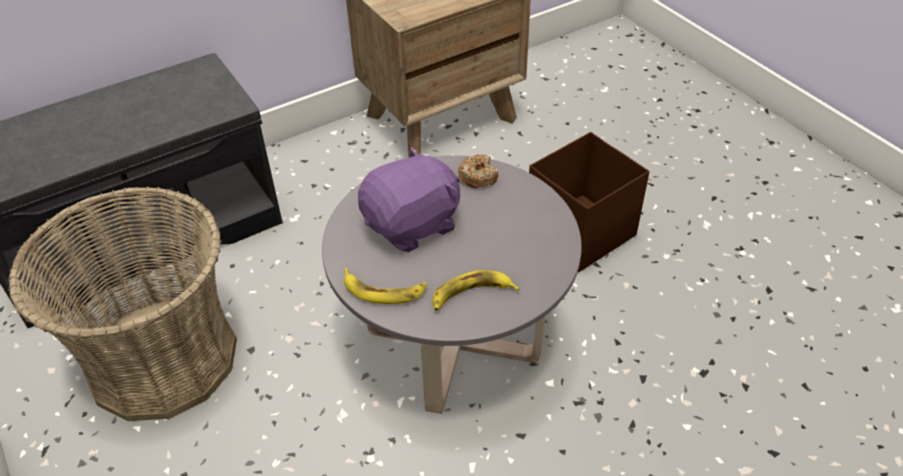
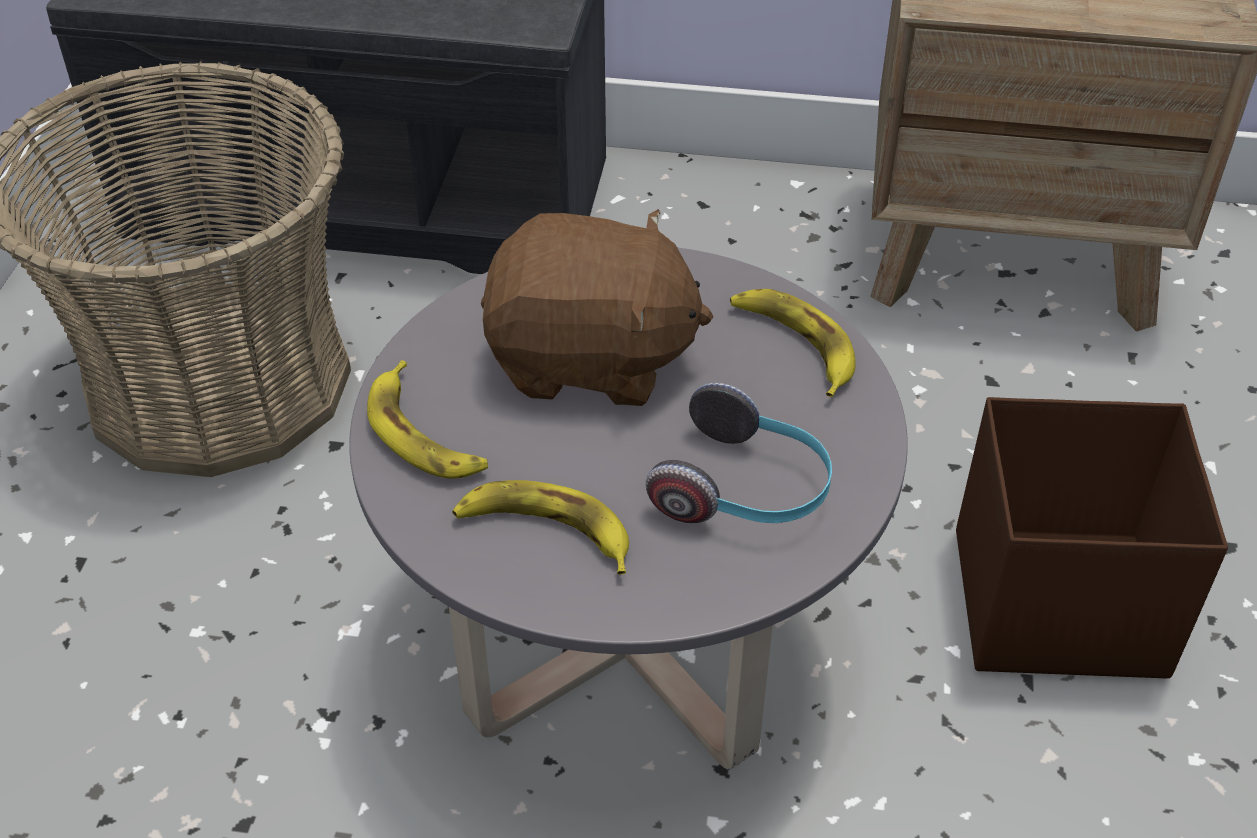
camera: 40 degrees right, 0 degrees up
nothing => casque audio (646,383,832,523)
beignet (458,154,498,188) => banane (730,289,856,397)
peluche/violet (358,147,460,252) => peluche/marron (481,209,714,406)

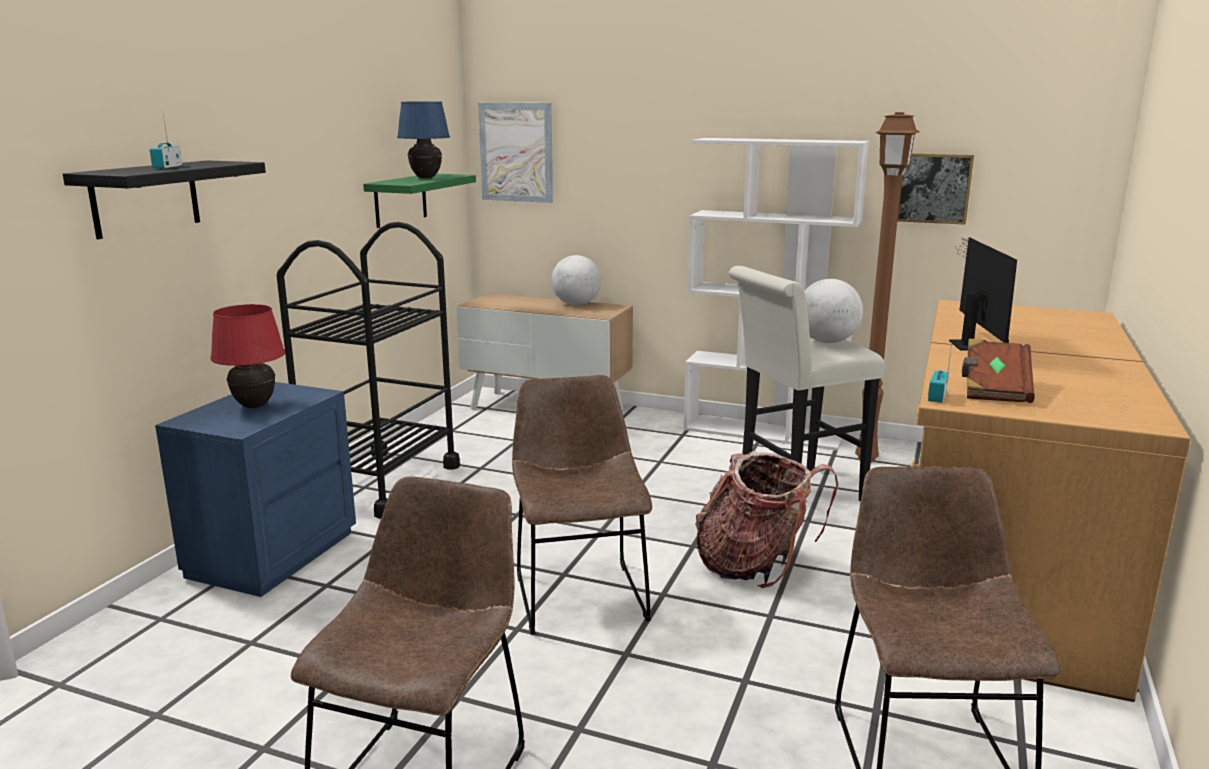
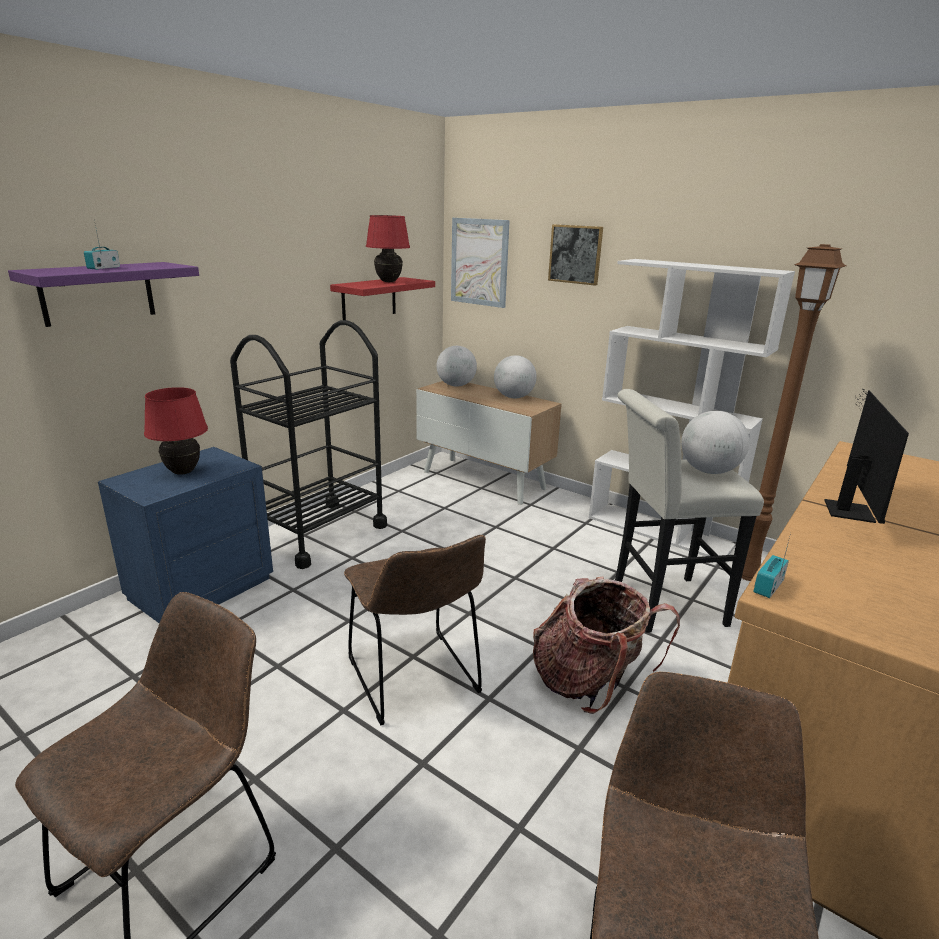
camera: 15 degrees right, 5 degrees up
livre/marron (962,338,1035,403) => nothing
nothing => globe (436,346,477,387)
tableau (897,154,974,225) => tableau (548,224,603,286), relocated
étagère/noir (63,160,266,239) => étagère/violet (8,262,199,327)
étagère/vert (363,174,476,228) => étagère/rouge (330,277,435,320)
lampe de table/bleu (397,102,450,178) => lampe de table/rouge (366,215,410,282)
chaise/marron (512,375,652,635) => chaise/marron (344,535,486,725), 150 degrees clockwise

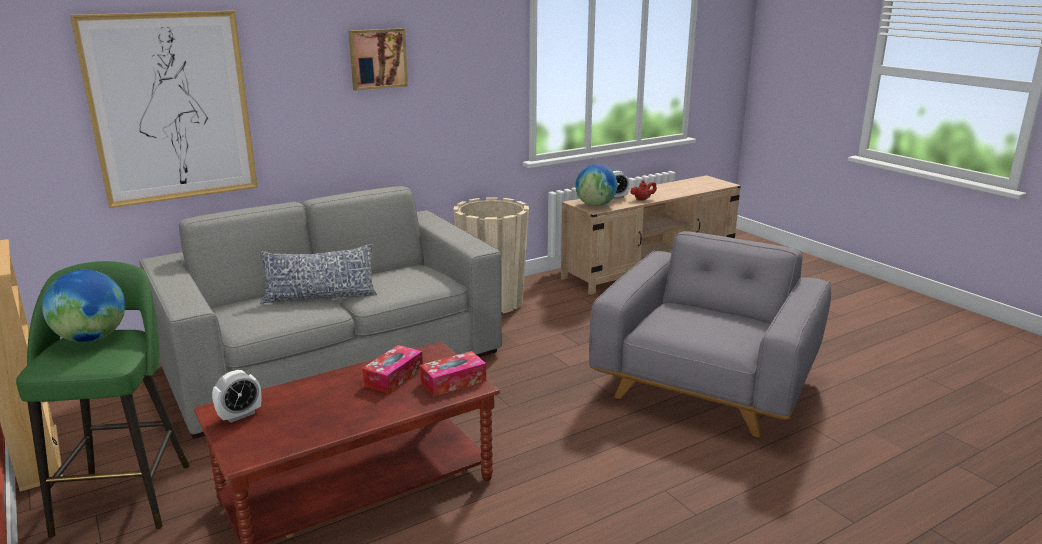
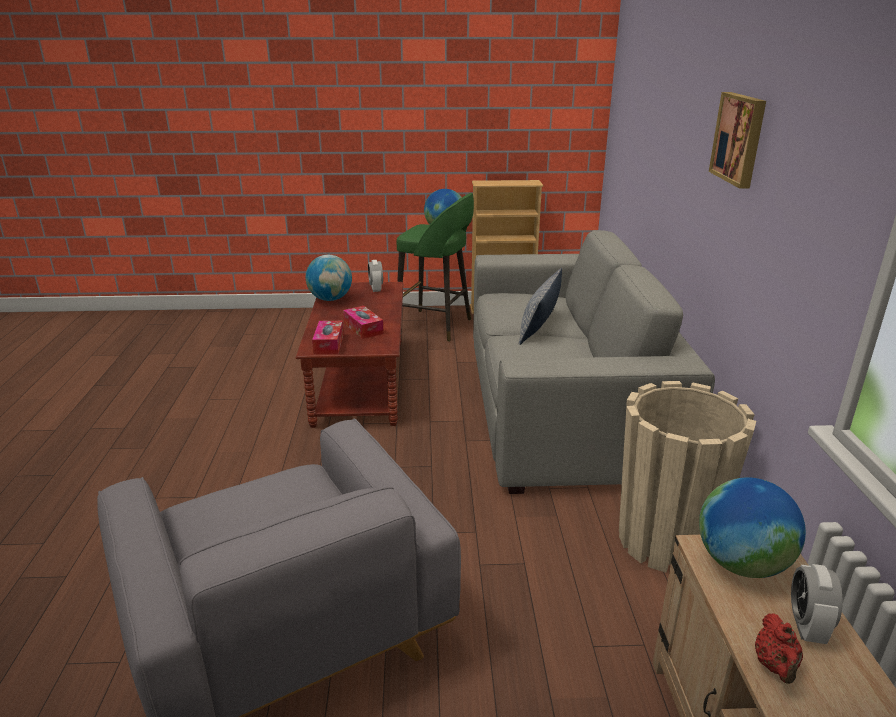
camera: 120 degrees right, 5 degrees up
tableau (70,11,258,208) => nothing
nothing => globe (306,255,352,301)

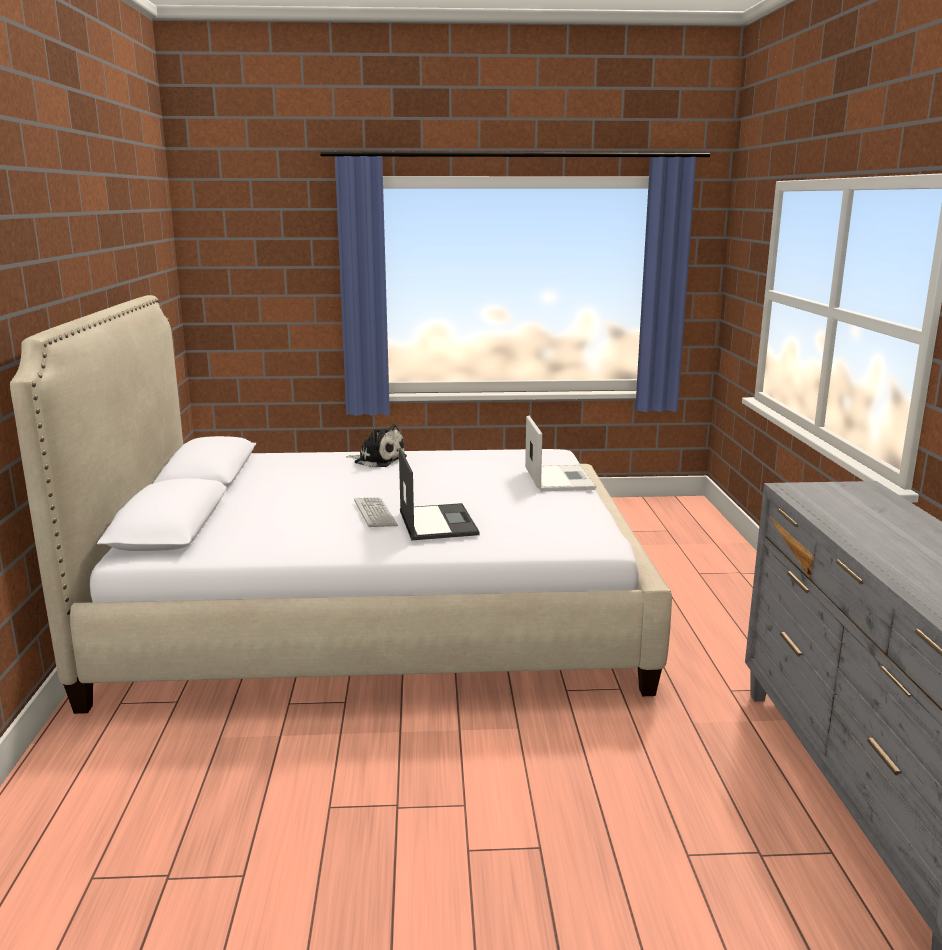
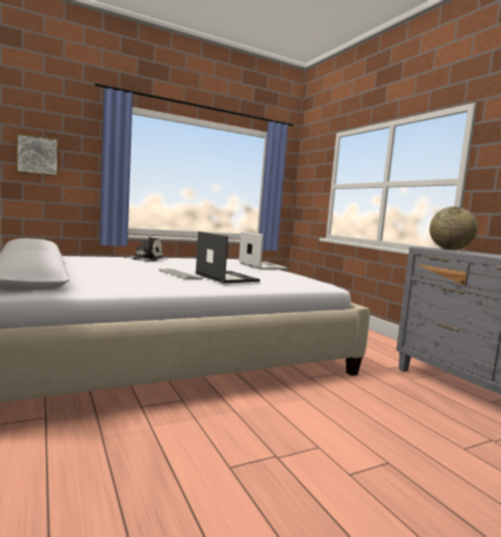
camera: 25 degrees left, 10 degrees down
nothing => tableau (16,133,59,177)
nothing => globe (430,207,478,250)

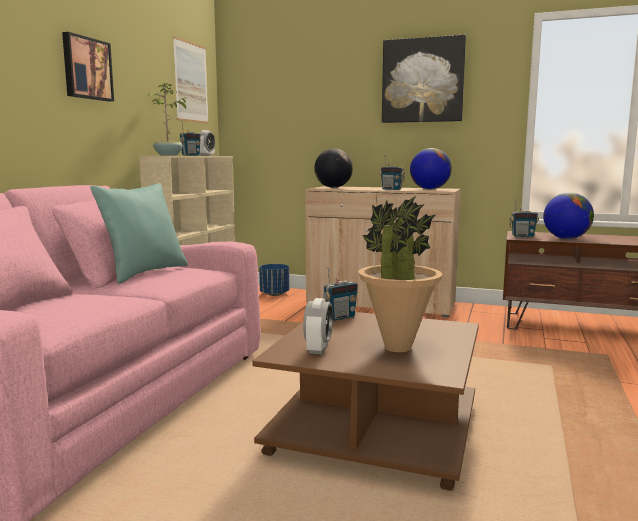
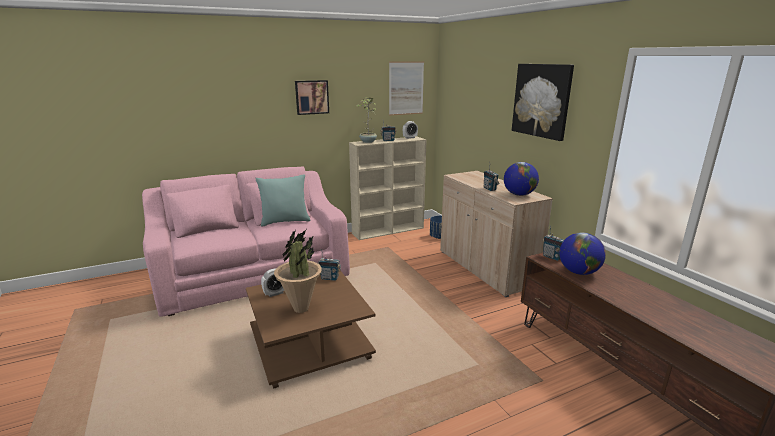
camera: 45 degrees right, 10 degrees up
globe (314,148,353,188) => nothing

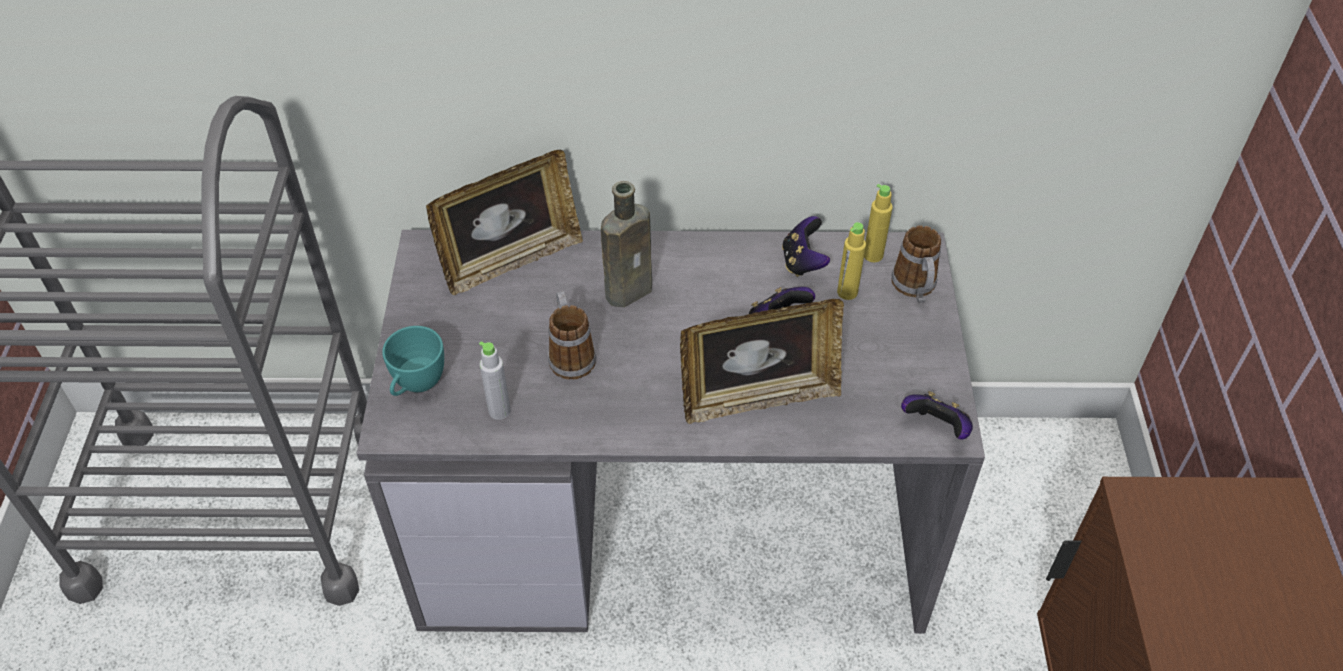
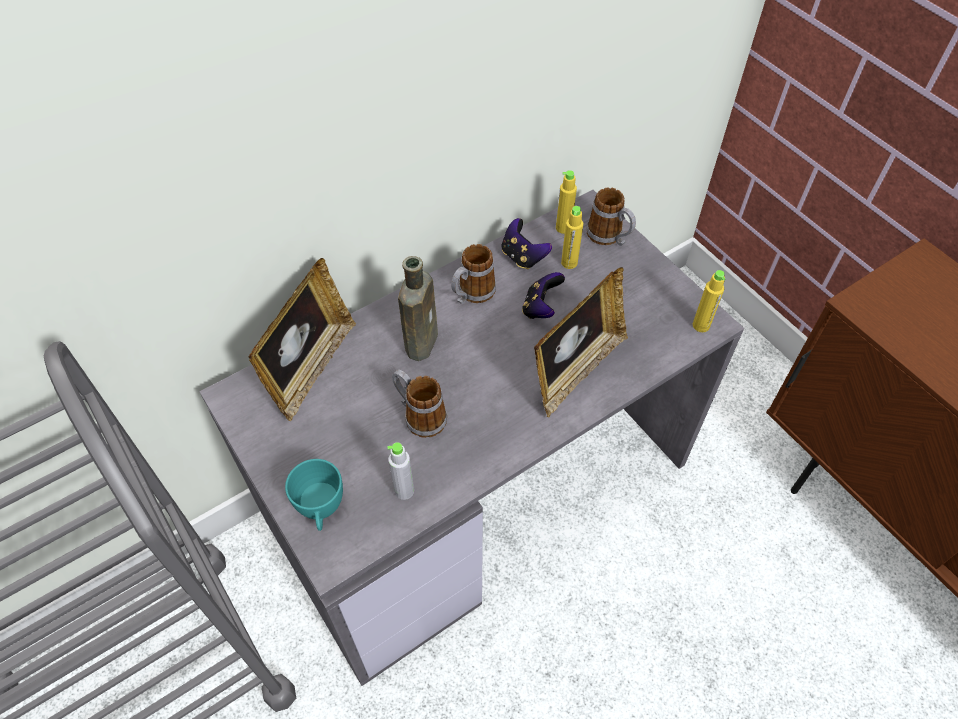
camera: 35 degrees left, 5 degrees up
nothing => mug (451,244,496,304)
manette (901,391,973,440) => bouteille/jaune (693,270,725,332)

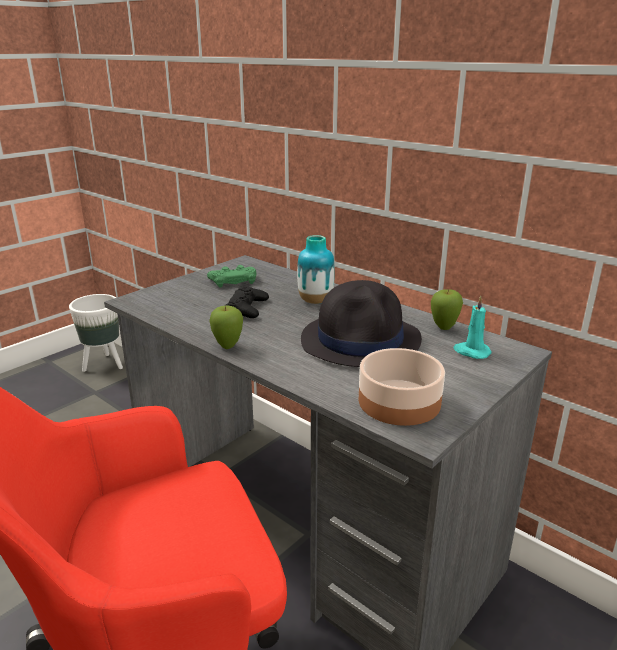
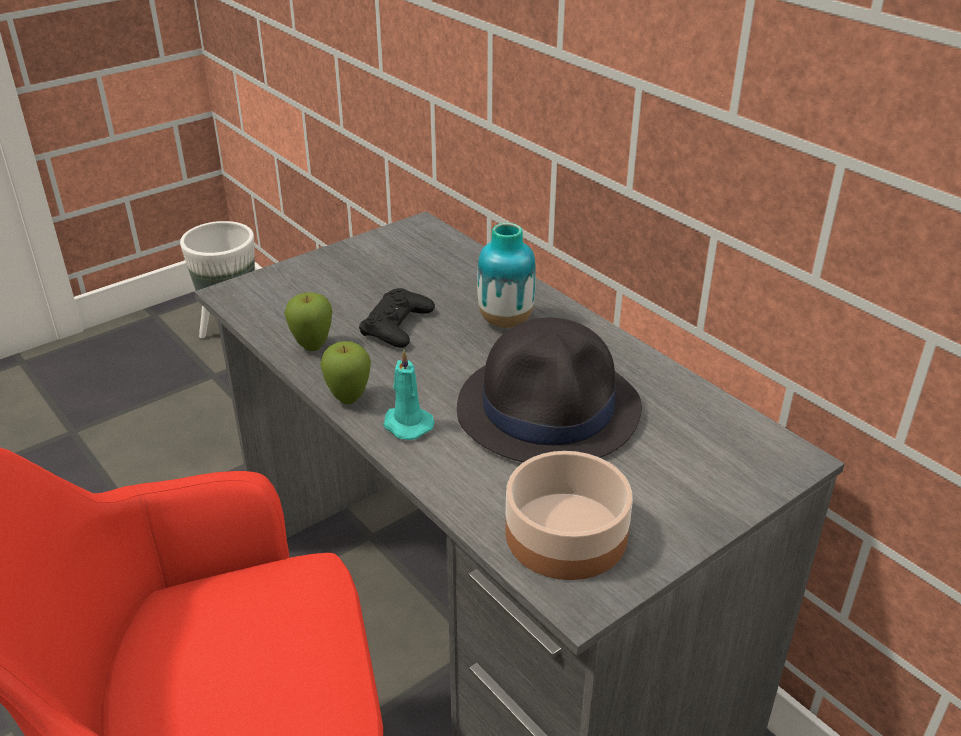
camera: 10 degrees right, 10 degrees up
manette/vert (207,265,257,288) => nothing
pomme (431,289,463,330) => pomme (284,292,332,351), relocated
bougie/turquoise (453,296,492,359) => bougie/turquoise (383,349,434,440), relocated

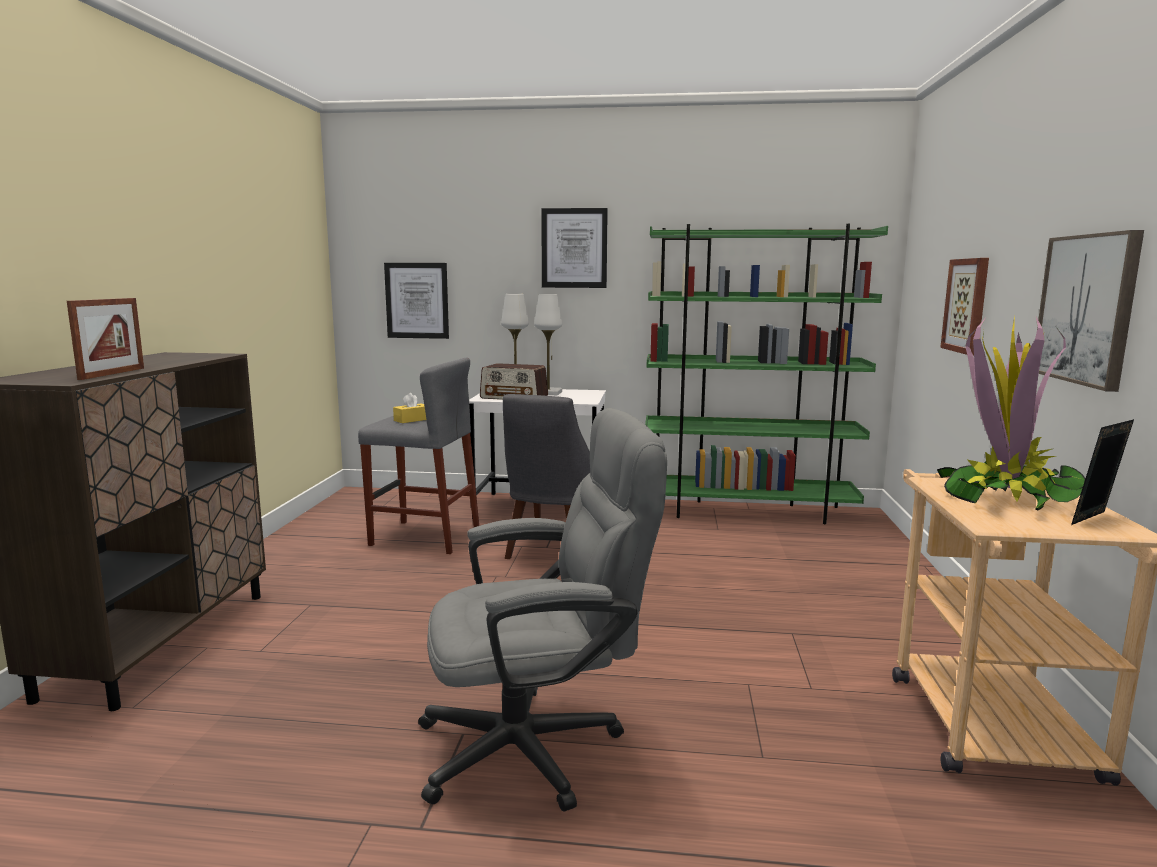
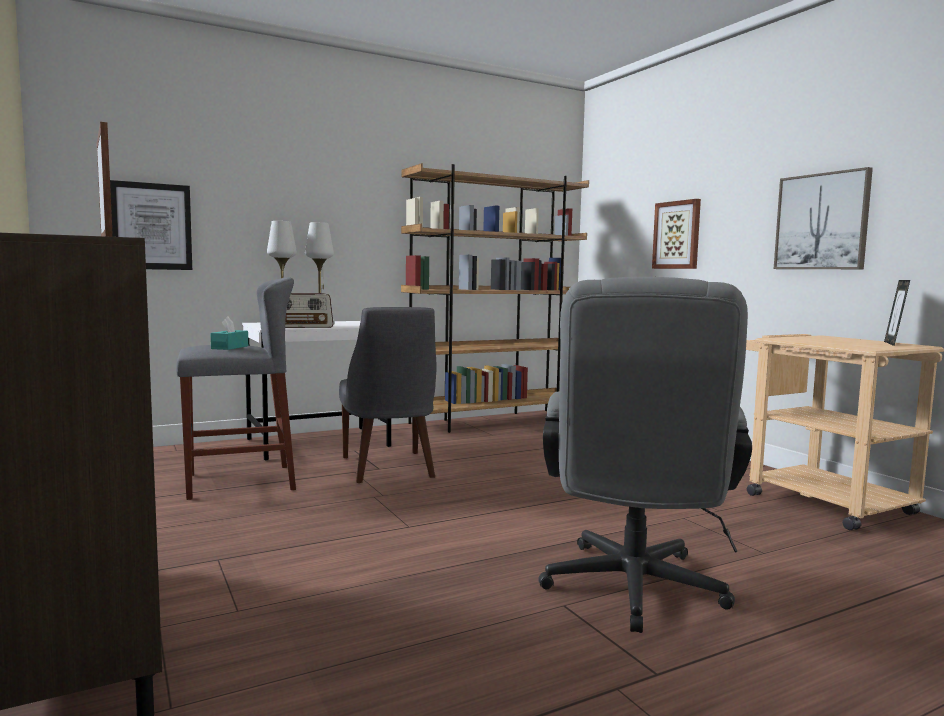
camera: 35 degrees left, 5 degrees down
tableau (541,208,608,288) => nothing
plante en pot (937,316,1085,510) => nothing
boîte à mouchoirs/jaune (393,393,427,423) => boîte à mouchoirs/turquoise (211,317,248,350)
bibliothèque/vert (645,224,888,524) => bibliothèque/marron (401,163,589,433)
chaise de bureau/gris (418,408,667,811) => chaise de bureau/gris (538,277,752,633), 150 degrees clockwise

